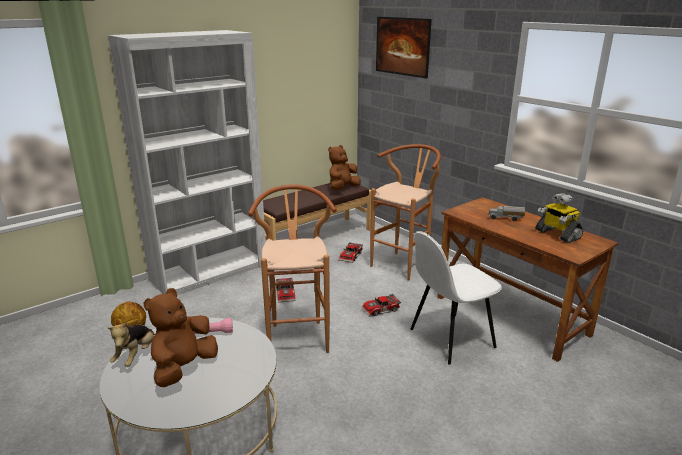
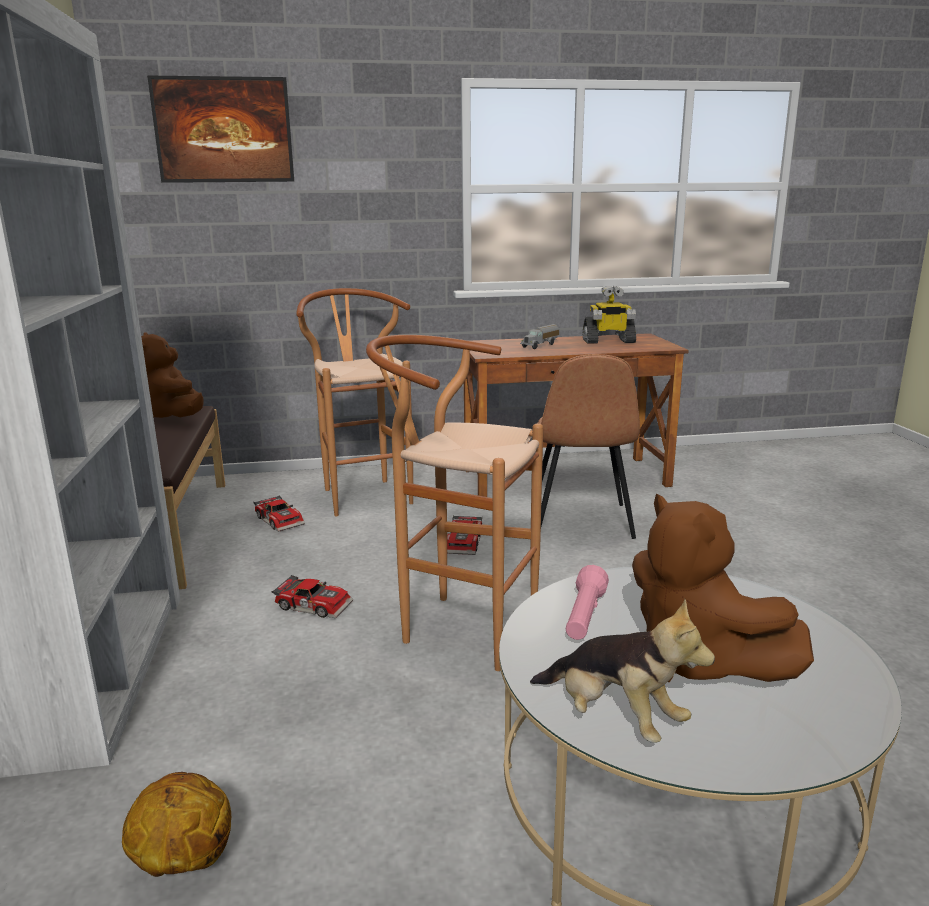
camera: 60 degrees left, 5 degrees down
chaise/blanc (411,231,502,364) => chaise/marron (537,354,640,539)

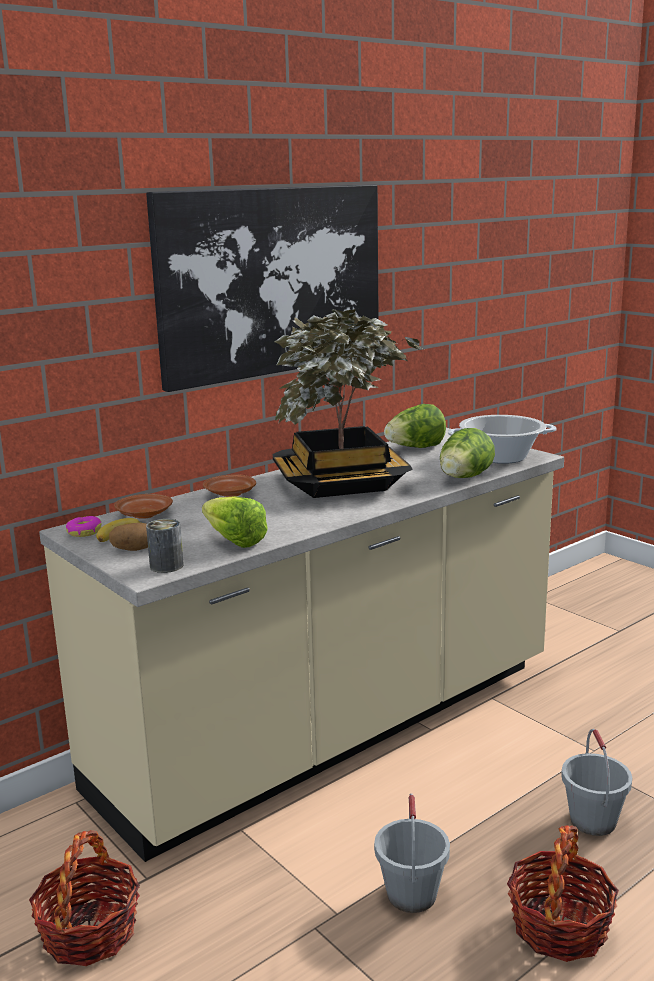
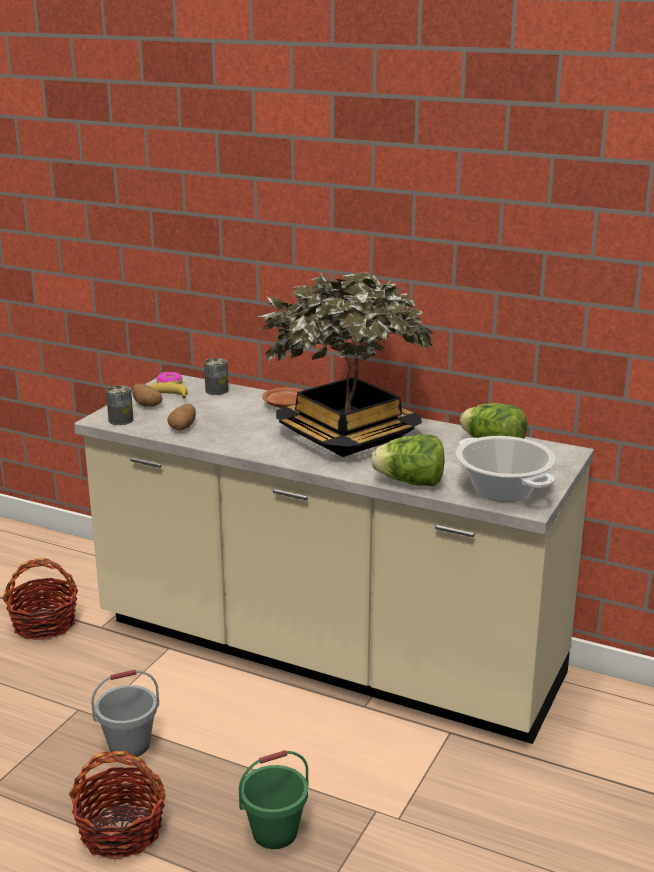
camera: 65 degrees right, 5 degrees up
tableau (146,185,379,392) => nothing
assiette/marron (114,494,173,519) => boîte métallique (204,358,229,395)
laitue (202,496,268,548) => pomme de terre (167,404,196,431)
seau/gris (561,729,632,836) => seau/vert (239,750,308,849)

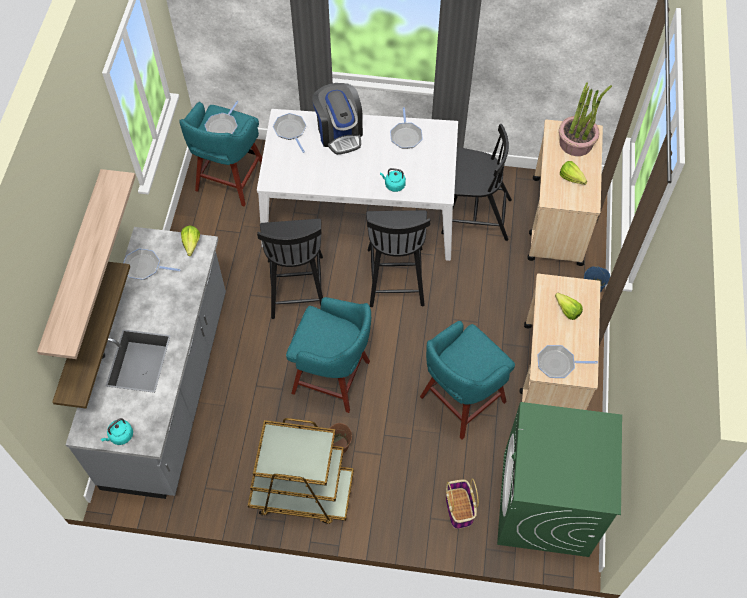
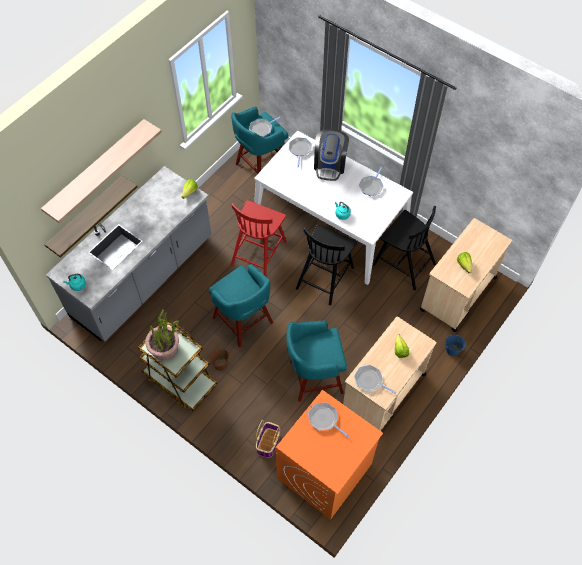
camera: 30 degrees right, 0 degrees up
poêle (124,248,181,280) => poêle (308,403,349,437), relocated
plante en pot (559,82,612,156) => plante en pot (145,309,179,360), relocated
chaise/noir (257,219,323,319) => chaise/rouge (231,200,287,276)
lave-linge/vert (497,402,622,557) => lave-linge/orange (275,390,383,520)

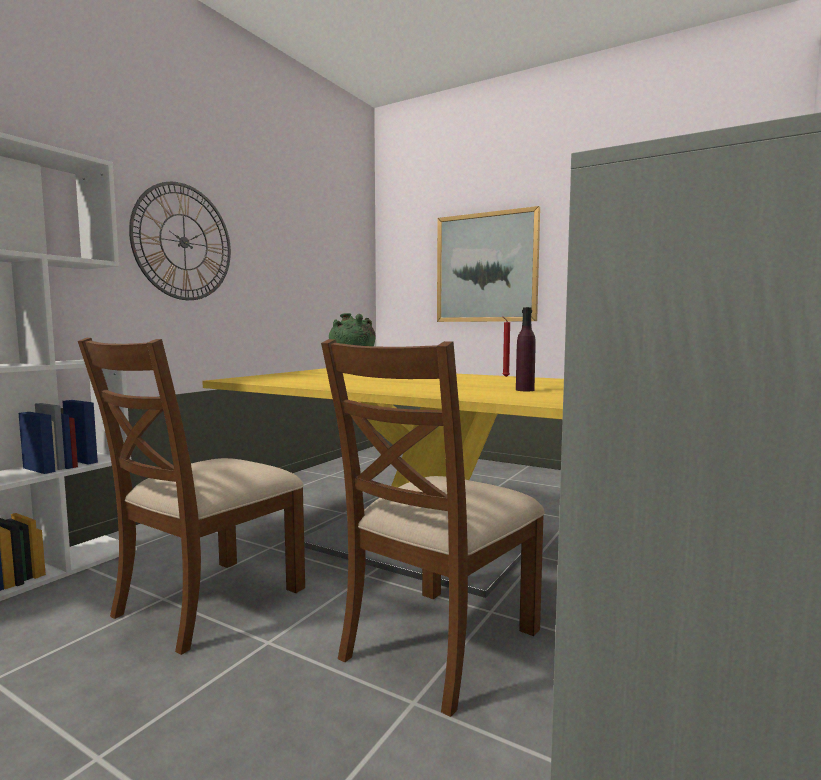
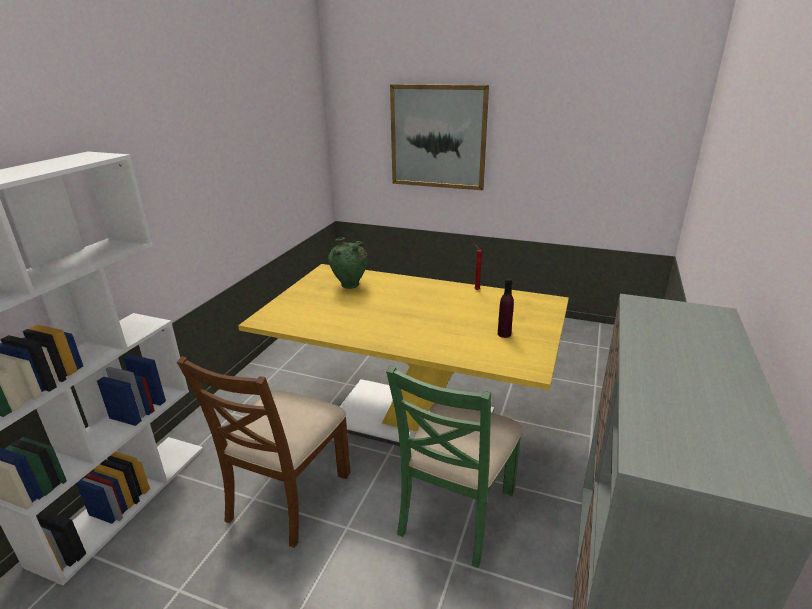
camera: 10 degrees left, 20 degrees up
horloge murale (129,182,231,300) => nothing
chaise/marron (321,339,545,717) => chaise/vert (386,366,522,568)

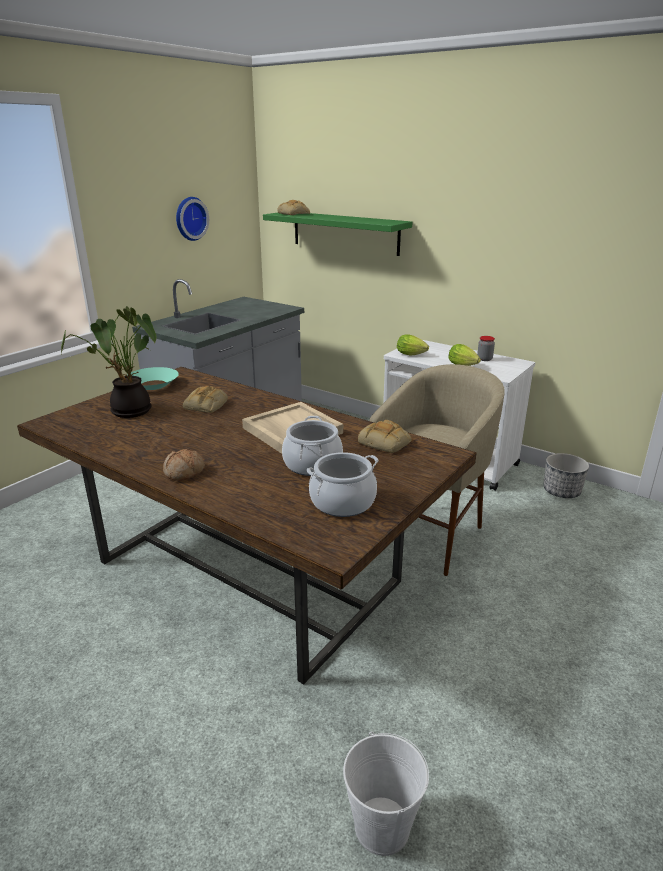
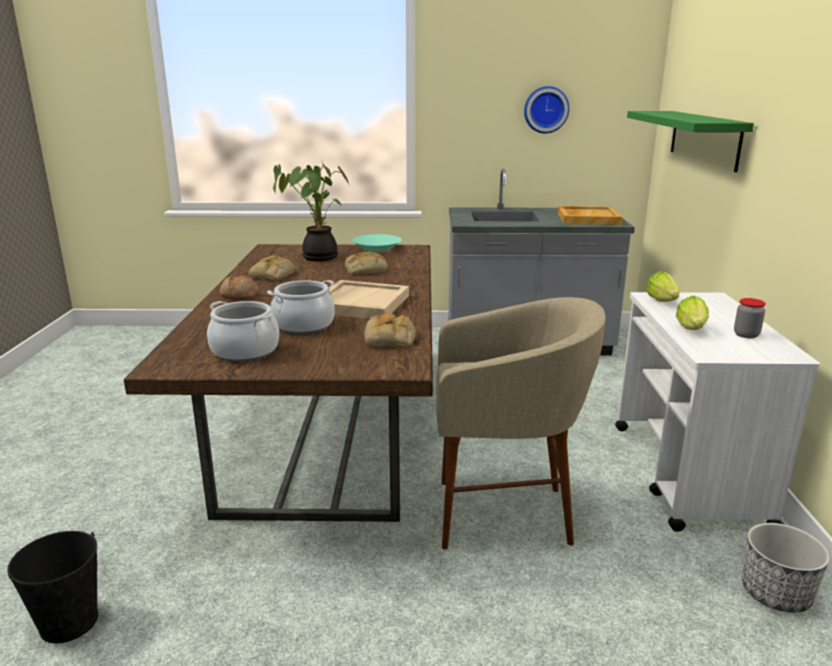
camera: 55 degrees right, 5 degrees down
nothing => plateau/beige (558,206,622,225)
pain (277,200,310,215) => pain (248,255,295,280), relocated
seau/blanc (343,732,429,856) => seau/noir (7,531,98,643)

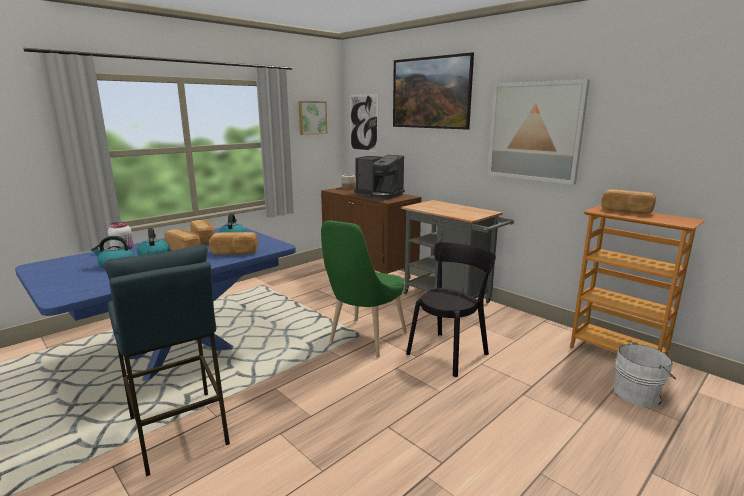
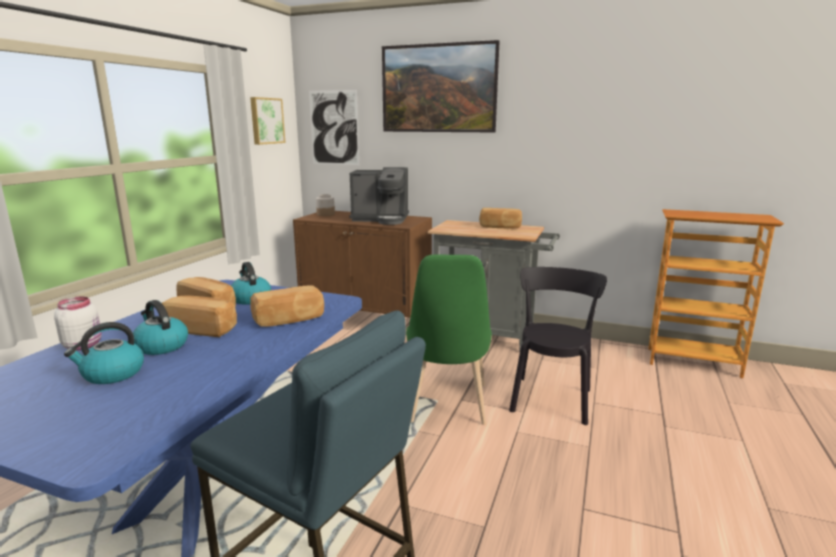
camera: 25 degrees left, 0 degrees up
tableau (487,79,590,185) => nothing
seau/blanc (614,342,676,407) => nothing
pain (601,189,656,214) => pain (479,208,522,229), relocated

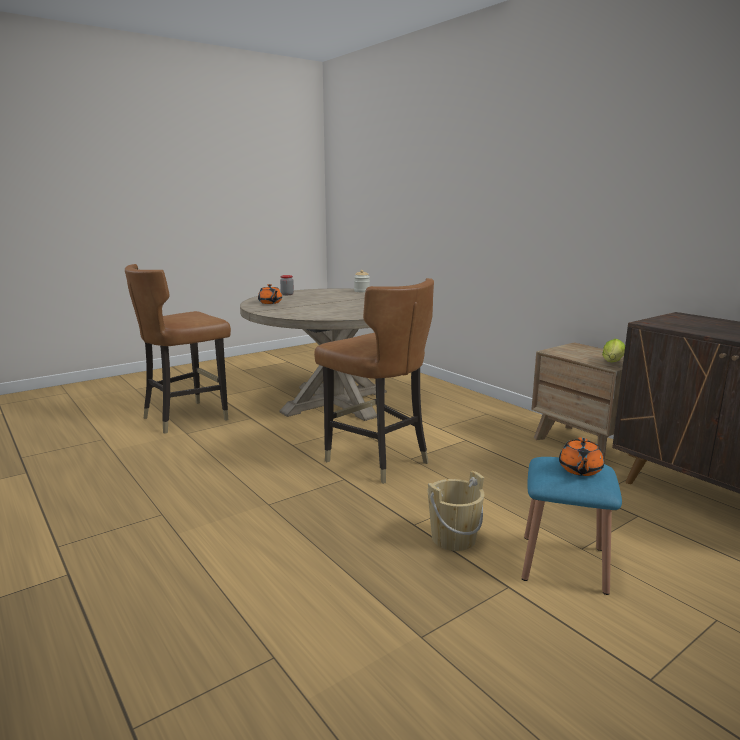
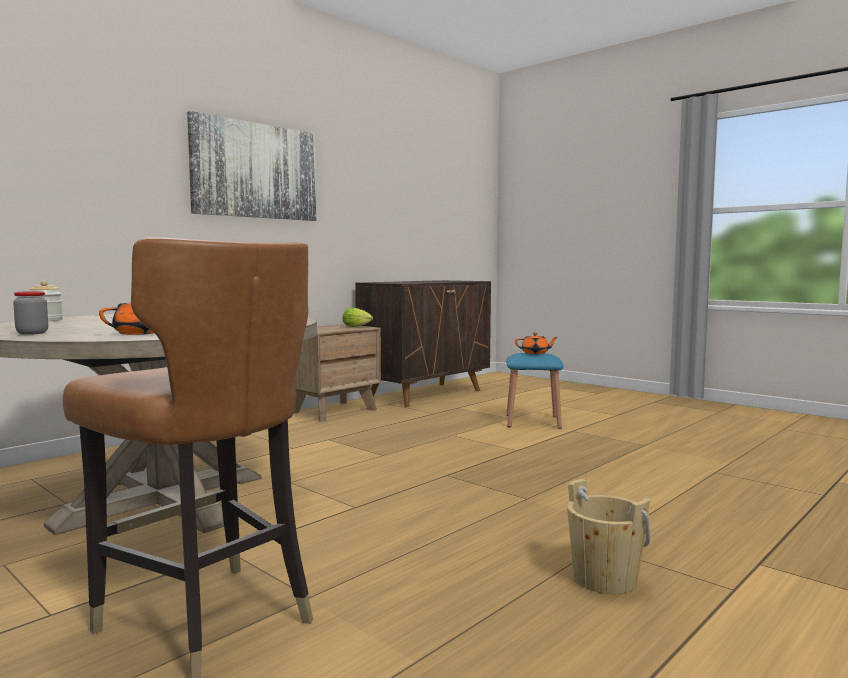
camera: 100 degrees left, 10 degrees down
chaise/marron (314,278,434,484) => nothing
nothing => tableau (187,111,317,221)
seau/beige (428,471,484,551) => seau/beige (567,479,650,594), relocated

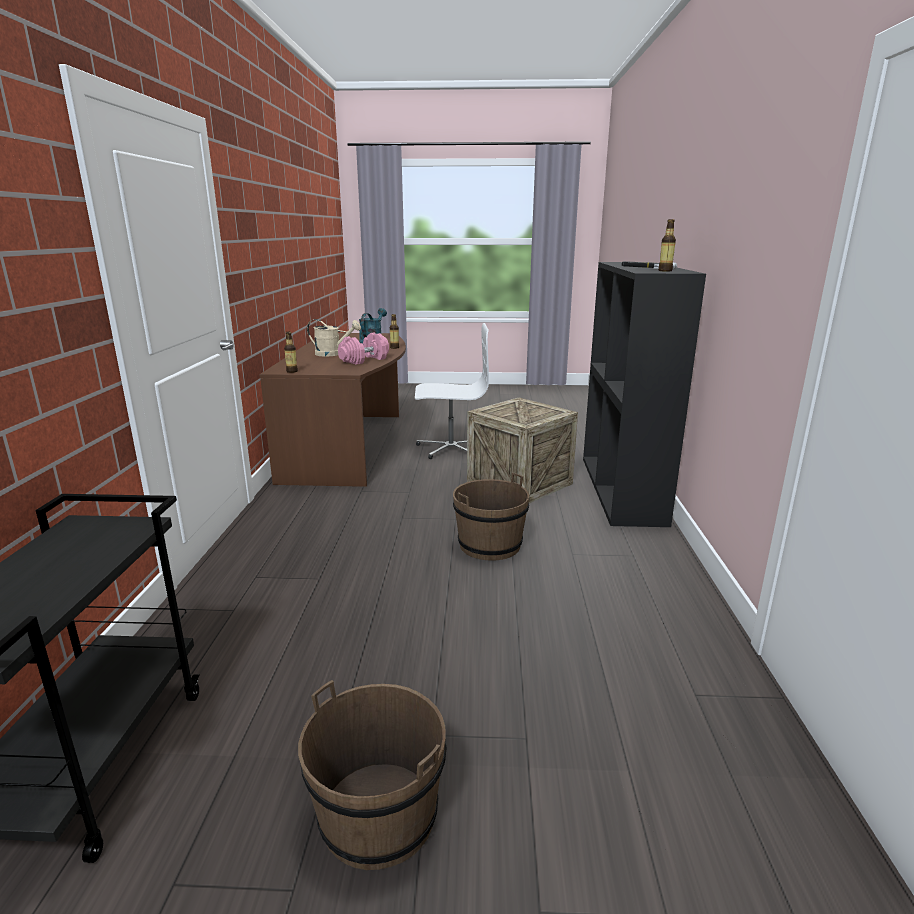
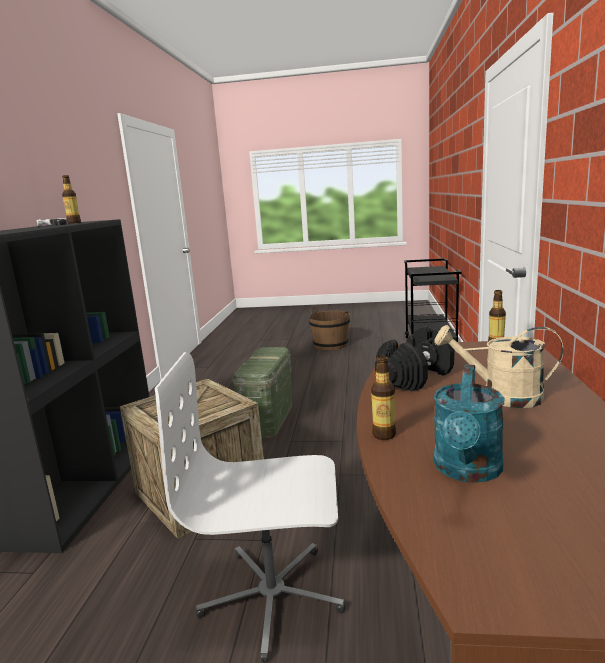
camera: 175 degrees left, 5 degrees down
seau/marron (453,472,529,561) => boîte de rangement/vert (232,347,292,438)
haltère/rose (338,332,389,365) => haltère/noir (375,326,454,391)

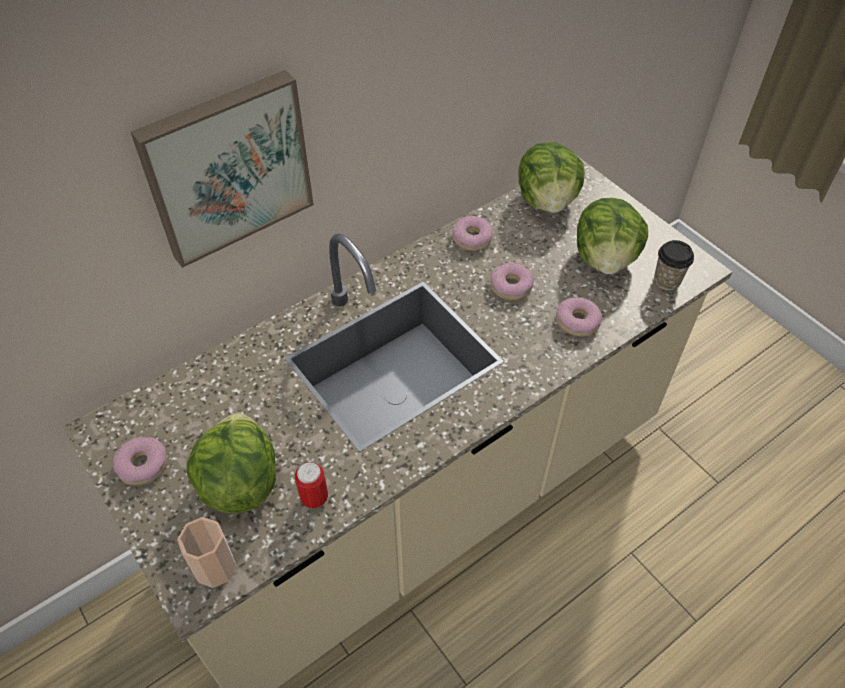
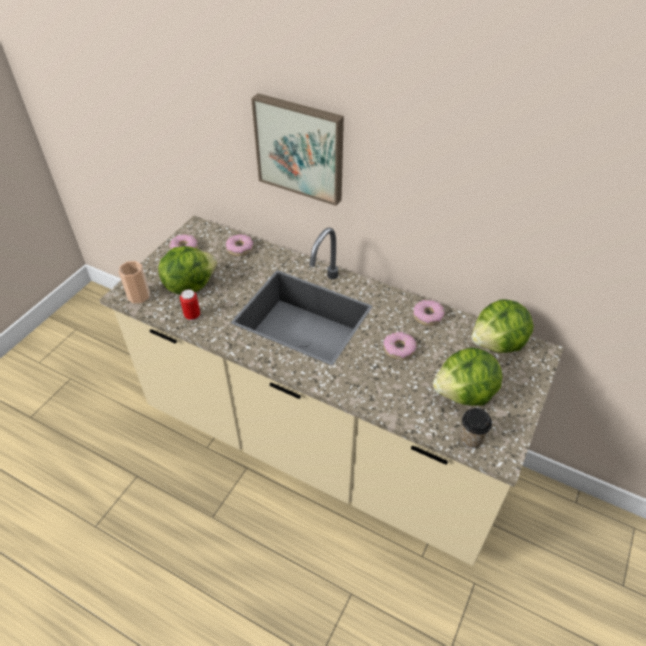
camera: 65 degrees right, 5 degrees down
beignet (556,297,603,337) => beignet (226,234,253,256), relocated

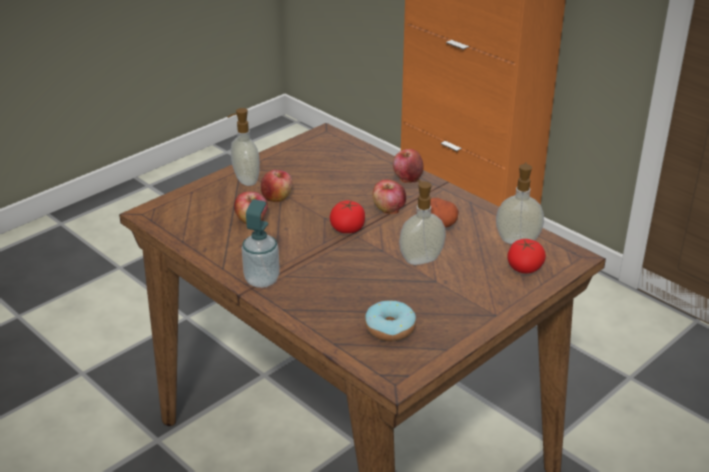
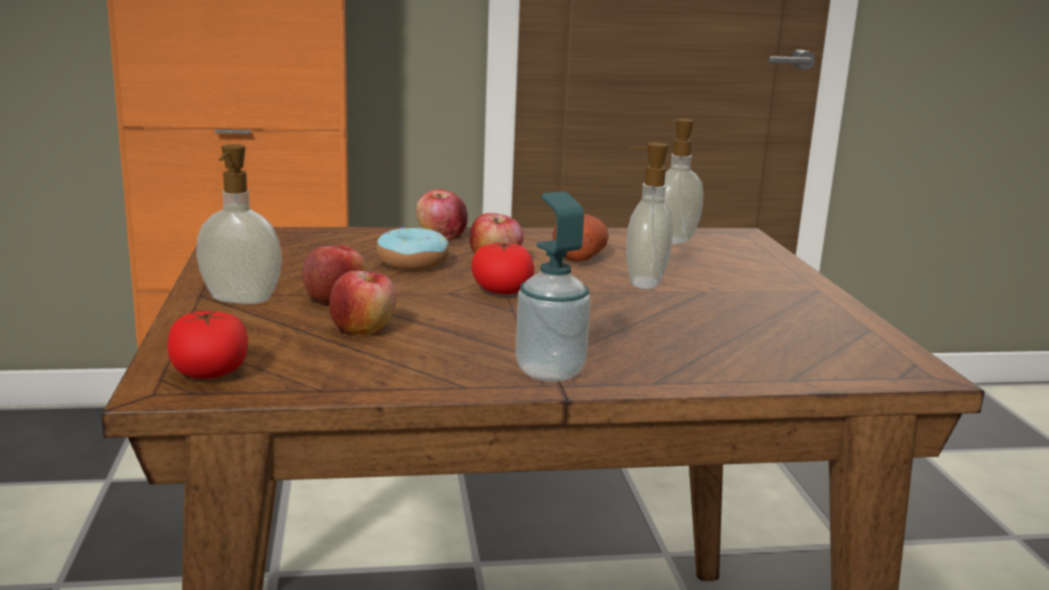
camera: 55 degrees left, 15 degrees down
beignet (365,300,416,341) => beignet (376,227,449,270), relocated
tomate (507,239,546,273) => tomate (168,310,248,379), relocated

